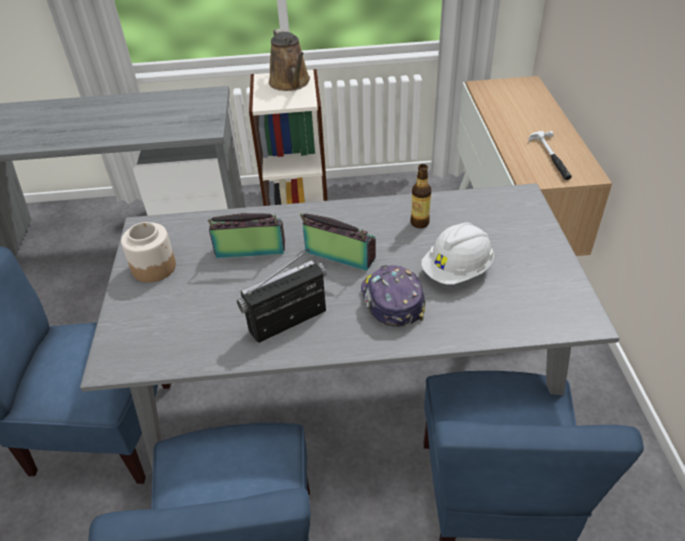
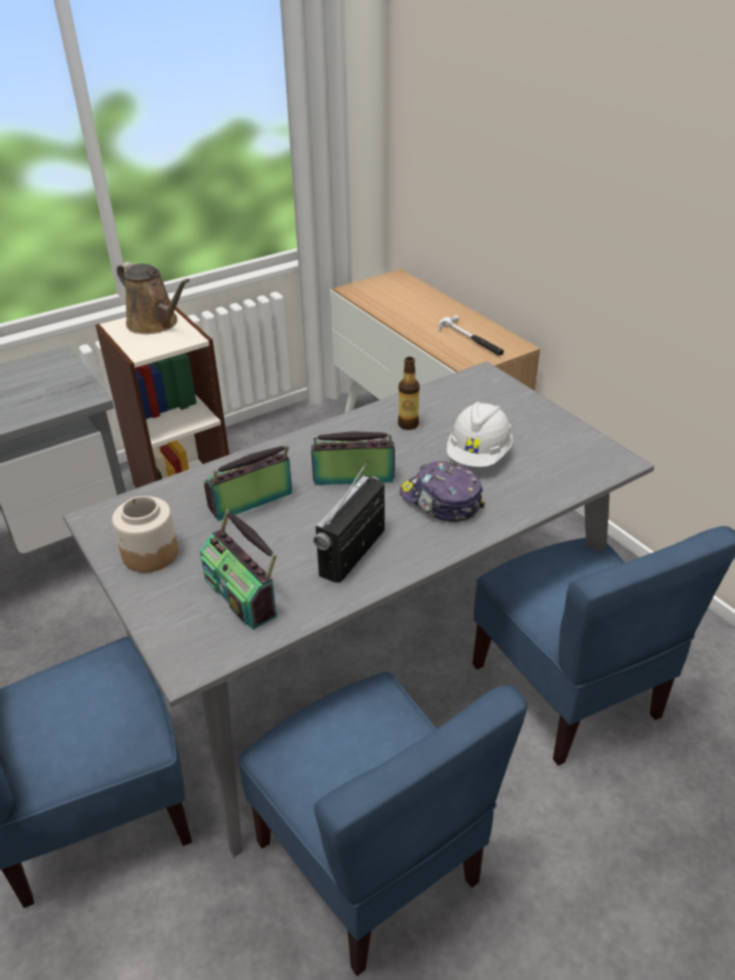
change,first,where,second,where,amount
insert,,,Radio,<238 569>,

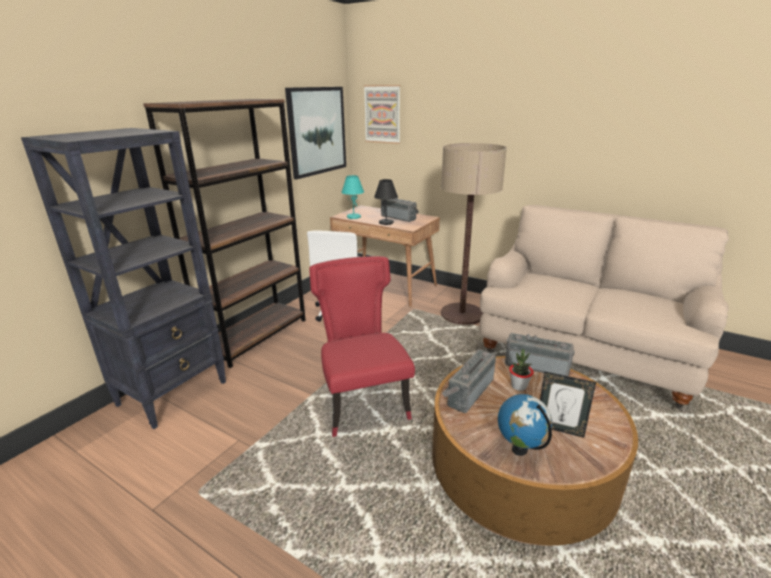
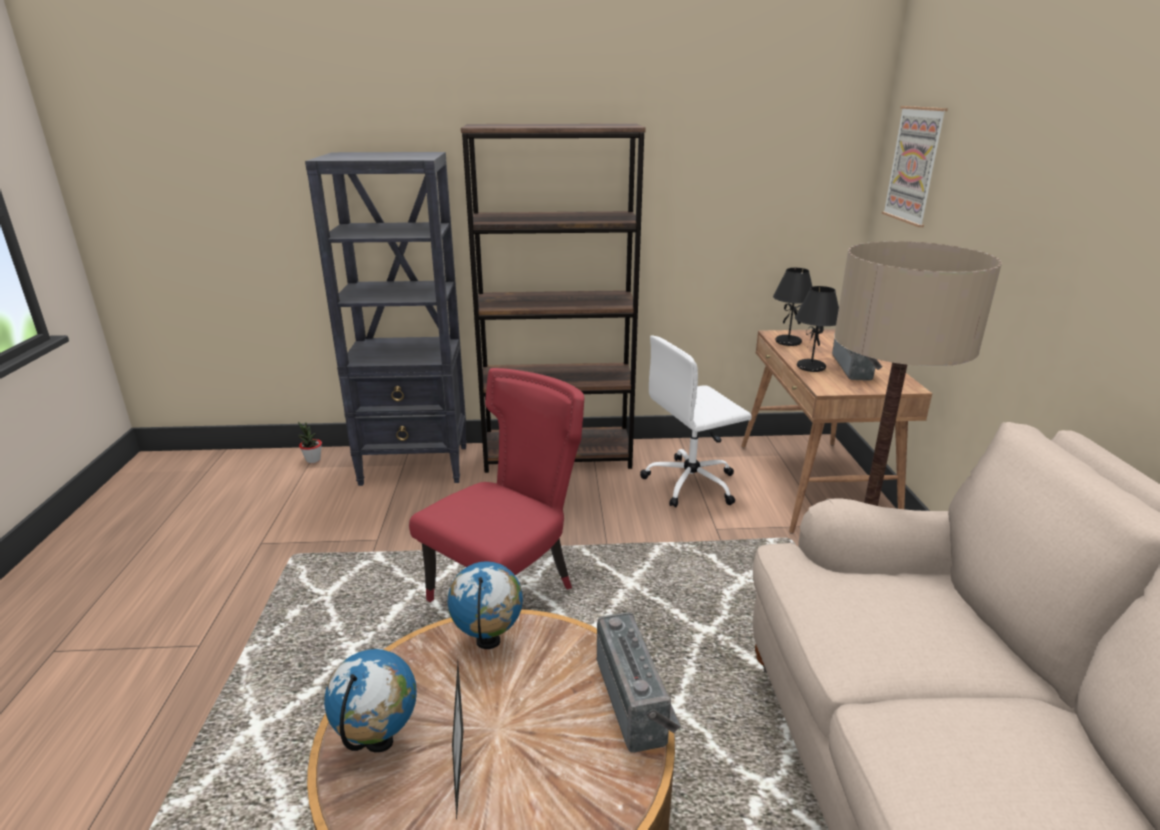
change,first,where,second,where,amount
delete,Bild,<315 133>,,,
move,Topfpflanze,<521 370>,,<310 442>,
replace,Radio,<469 381>,Globus,<485 605>,
recolor,Tischlampe (türkis),<352 197>,Tischlampe (schwarz),<793 307>,

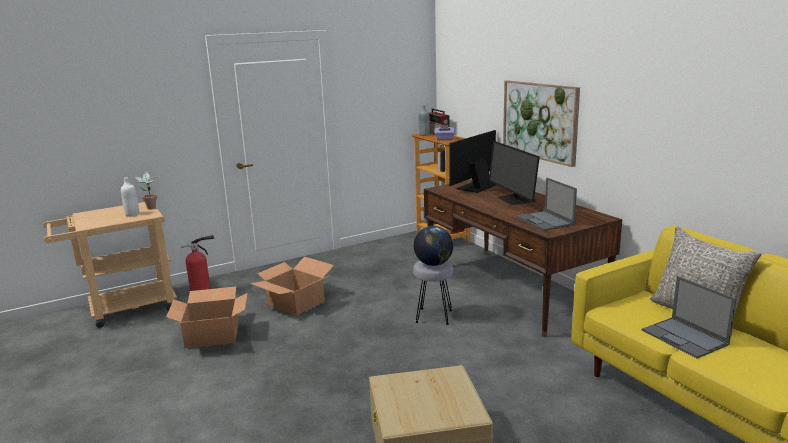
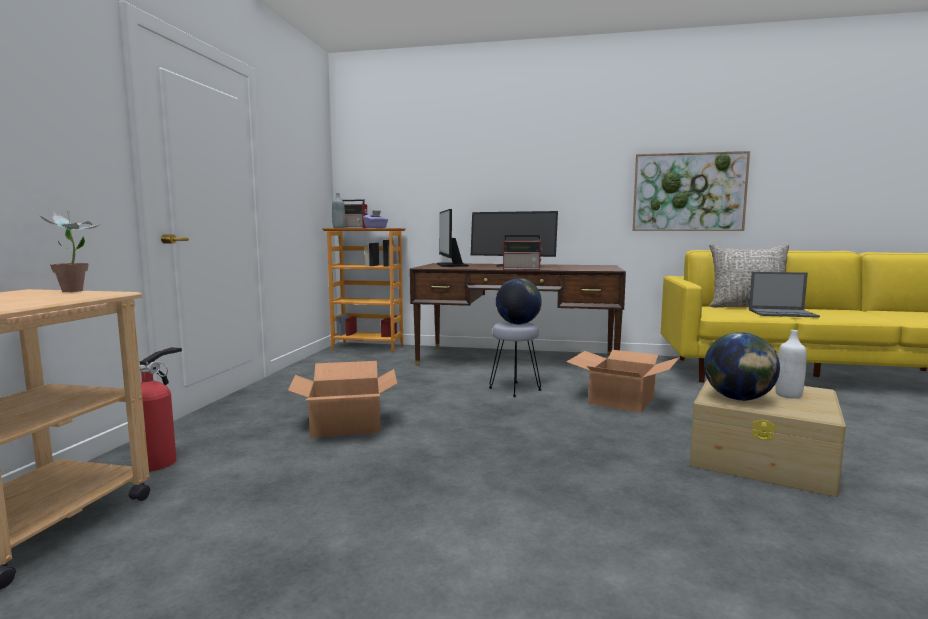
change,first,where,second,where,amount
delete,Laptop,<546 204>,,,
insert,,,Radio,<522 252>,
insert,,,Globus,<742 366>,
move,Flasche (weiß),<130 197>,,<791 364>,
move,Karton,<207 317>,,<623 381>,
move,Bild,<541 123>,,<691 191>,

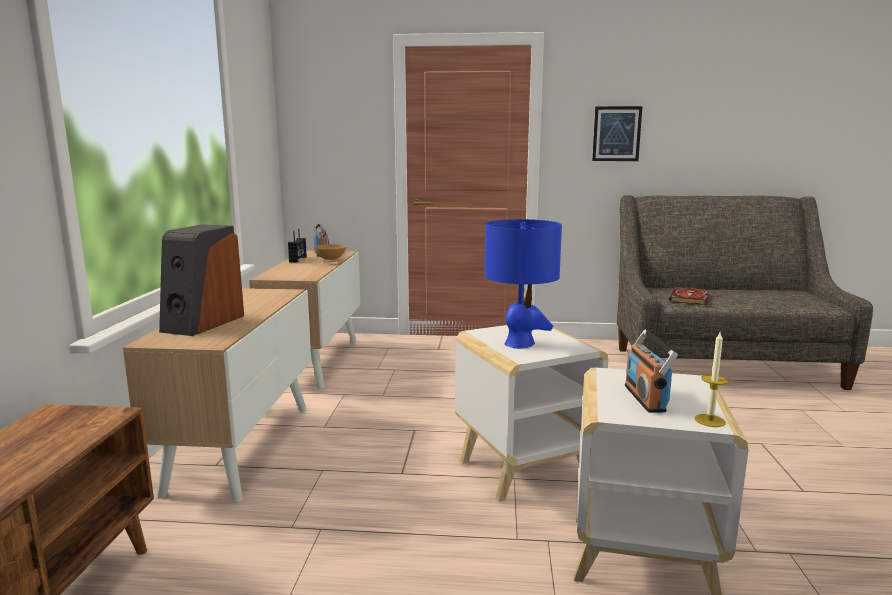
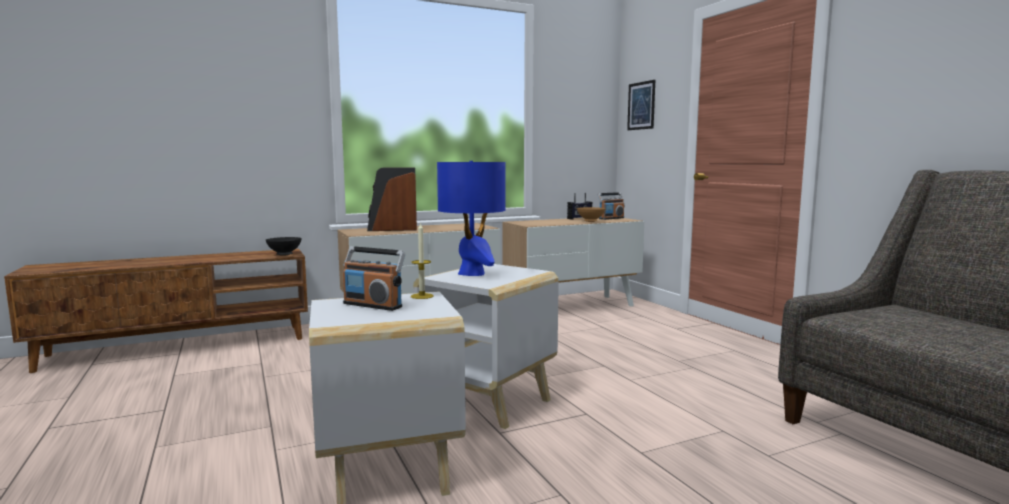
change,first,where,second,where,amount
delete,Buch,<688 296>,,,
insert,,,Schüssel (schwarz),<284 246>,
move,Bild,<617 133>,,<641 105>,
move,Kerze,<711 379>,,<422 260>,
rotate,Radio,<651 371>,,<374 278>,120 degrees counterclockwise

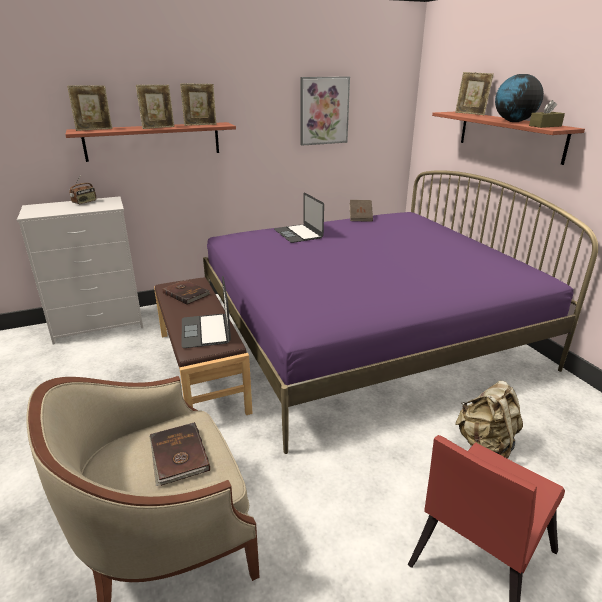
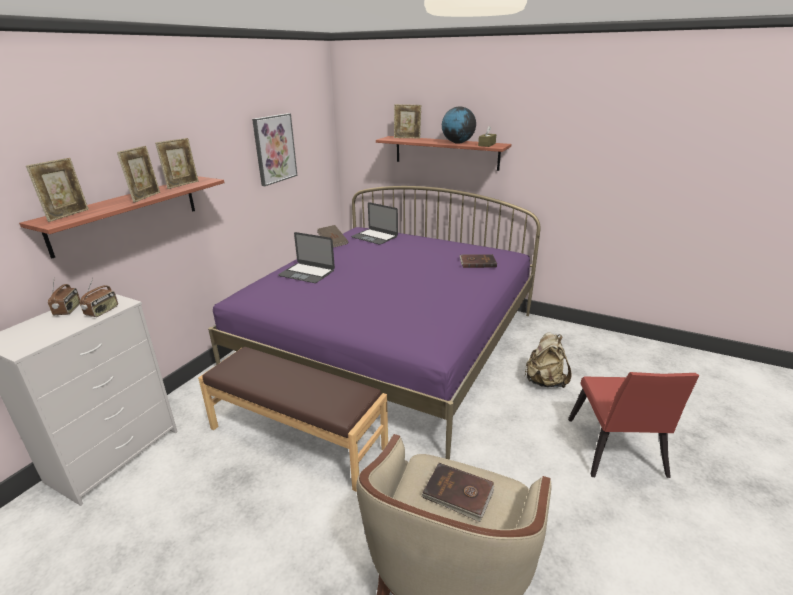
change,first,where,second,where,amount
insert,,,Radio,<99 297>,
move,Buch (braun),<186 292>,,<478 261>,
move,Laptop,<206 312>,,<374 223>,

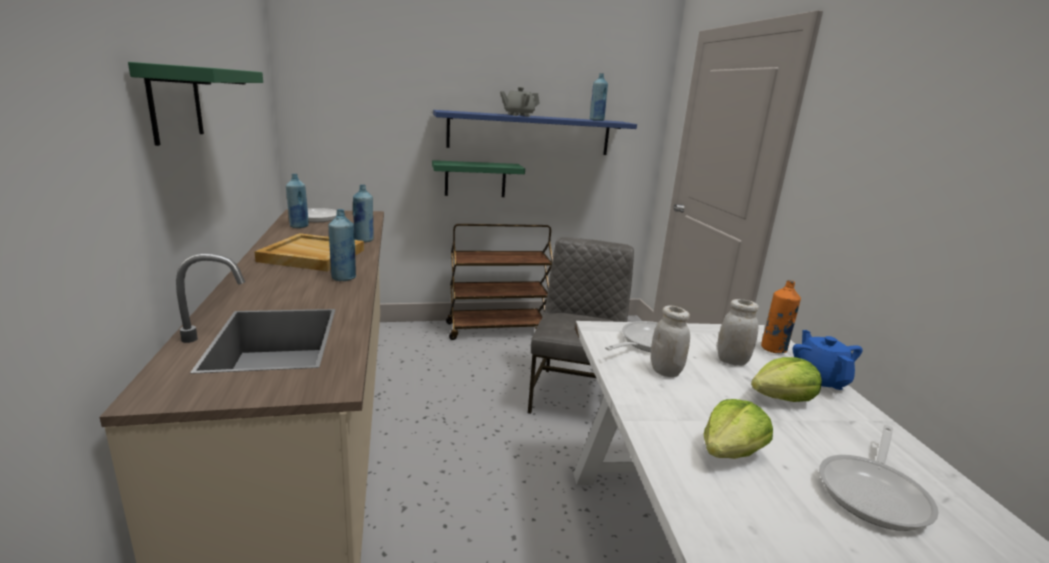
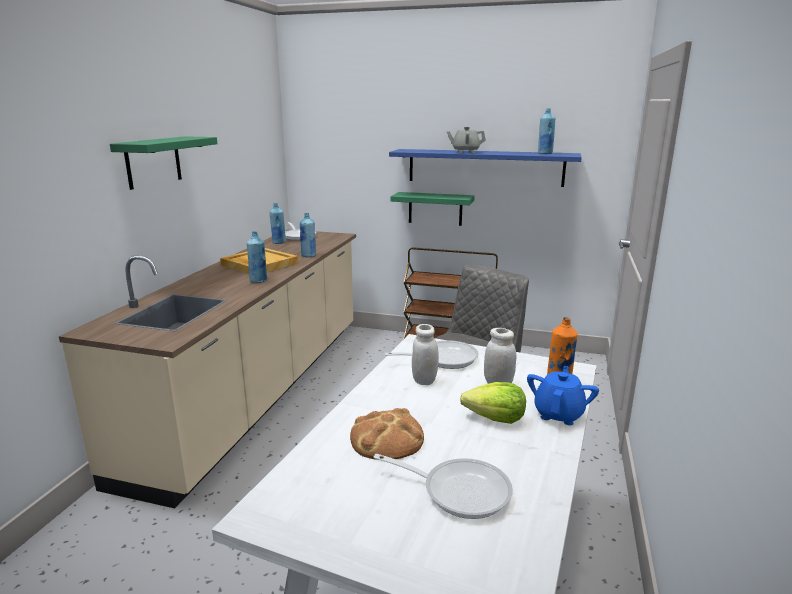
change,first,where,second,where,amount
replace,Salatkopf,<738 429>,Brot,<387 434>,
rotate,Pfanne,<879 478>,,<443 486>,135 degrees counterclockwise

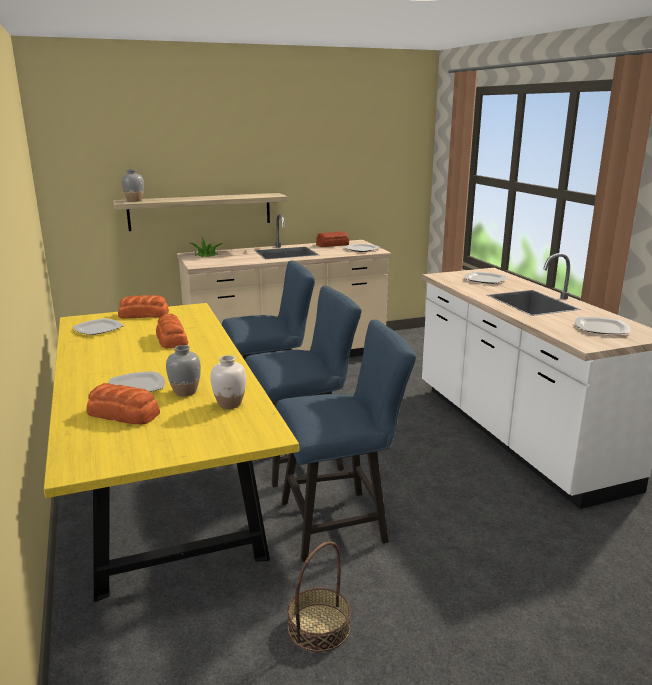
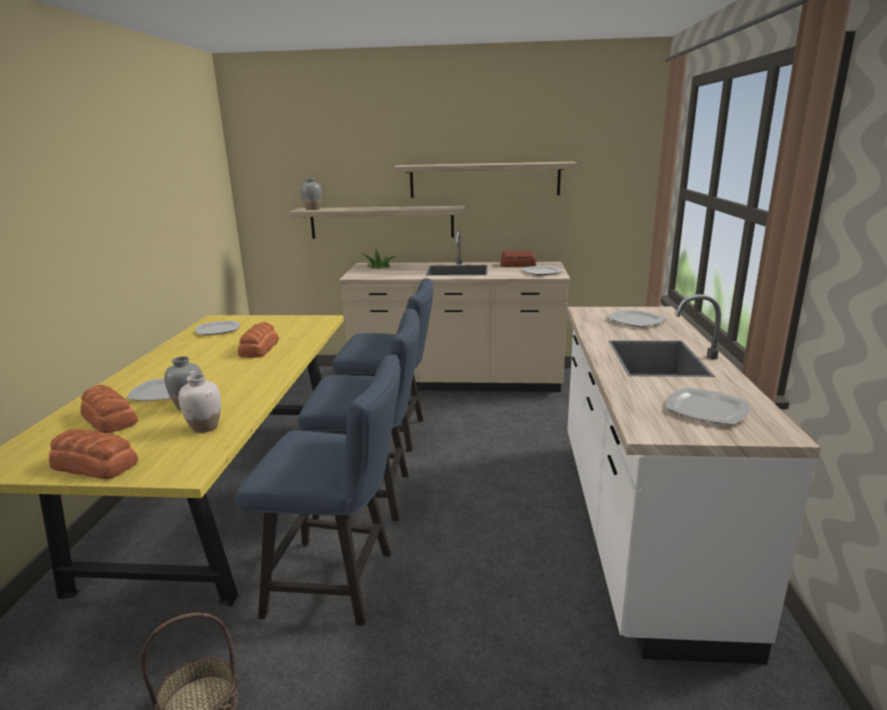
change,first,where,second,where,amount
insert,,,Wandregal,<485 180>,
move,Brot,<143 307>,,<93 454>,

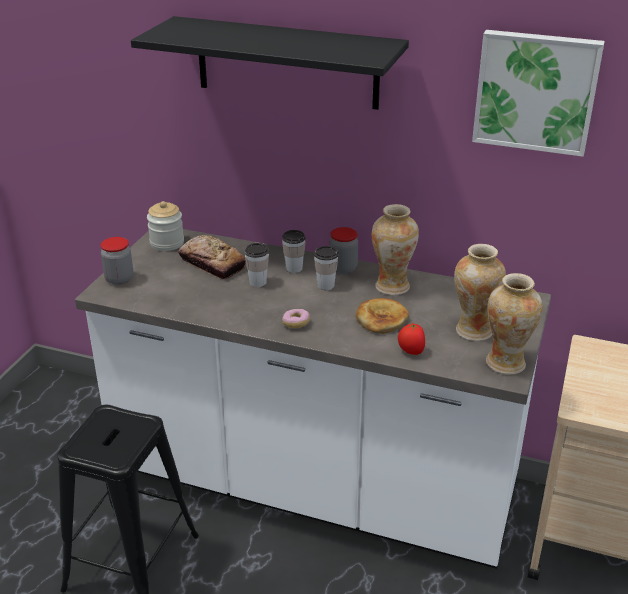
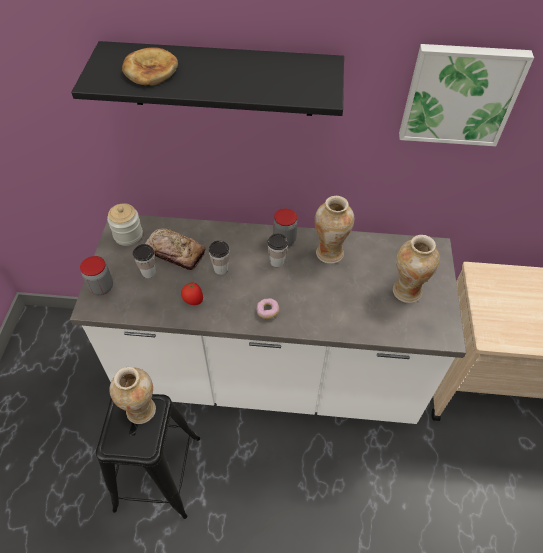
change,first,where,second,where,amount
move,Tasse,<294 251>,,<144 261>,
move,Brot,<382 316>,,<150 66>,
move,Tomate,<411 339>,,<192 294>,
move,Vase,<514 324>,,<132 395>,

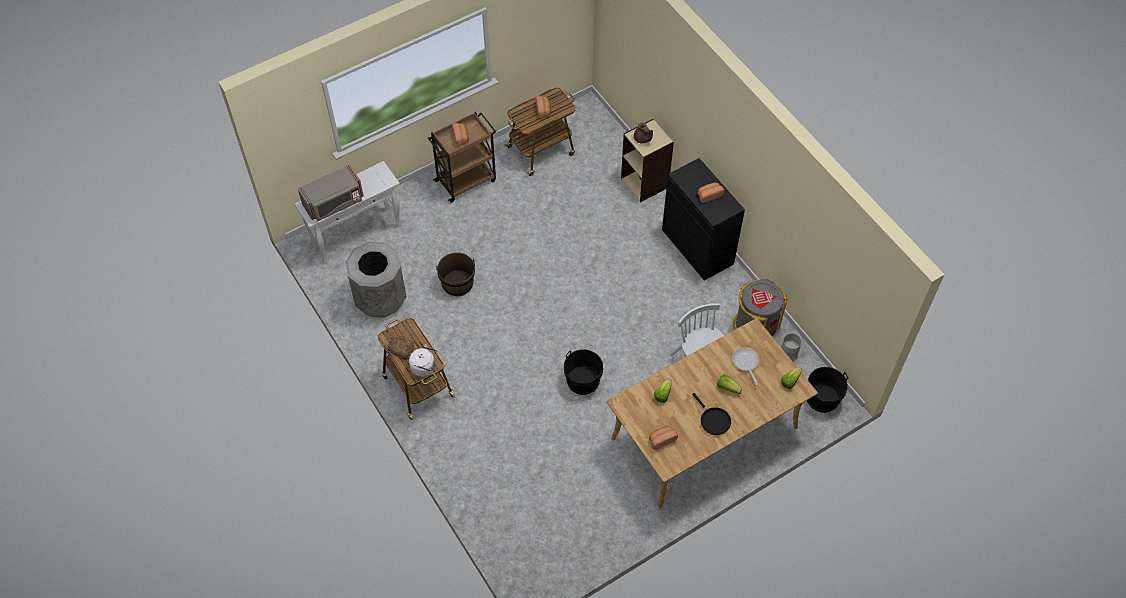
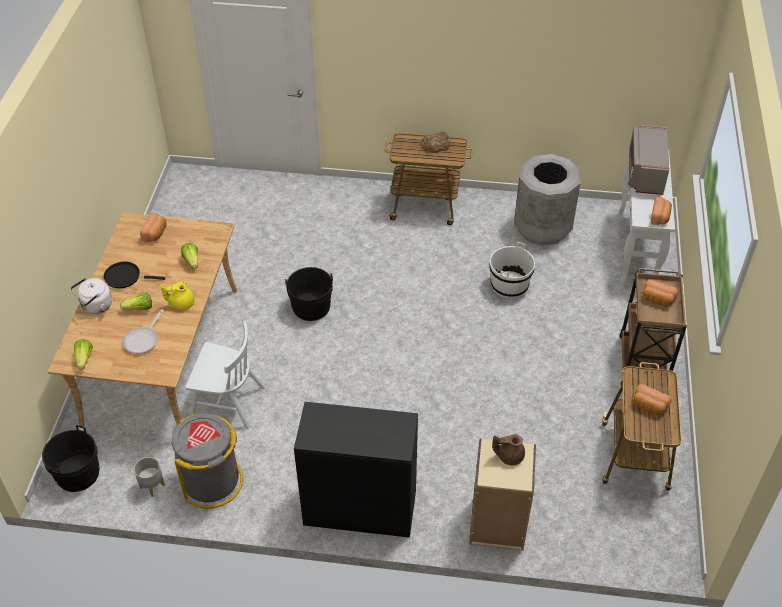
change,first,where,second,where,amount
insert,,,Teekanne (gelb),<178 295>,
move,Wasserkessel (weiß),<423 360>,,<91 296>,
move,Brot,<711 192>,,<661 211>,
recolor,Eimer (braun),<455 274>,Eimer (weiß),<512 270>,
rotate,Pfanne,<745 366>,,<143 332>,90 degrees clockwise

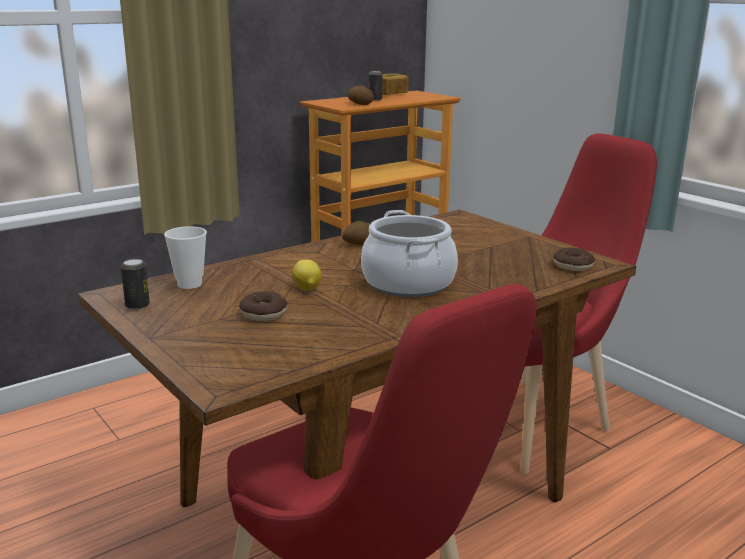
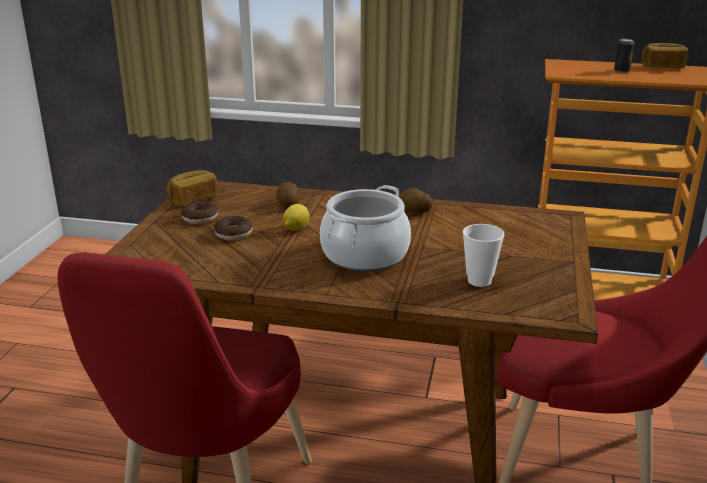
change,first,where,second,where,amount
move,Tasse,<185 257>,,<483 255>,
move,Kartoffel,<360 95>,,<288 195>,
move,Donut,<574 259>,,<199 212>,
replace,Dose,<135 284>,Brot,<191 187>,

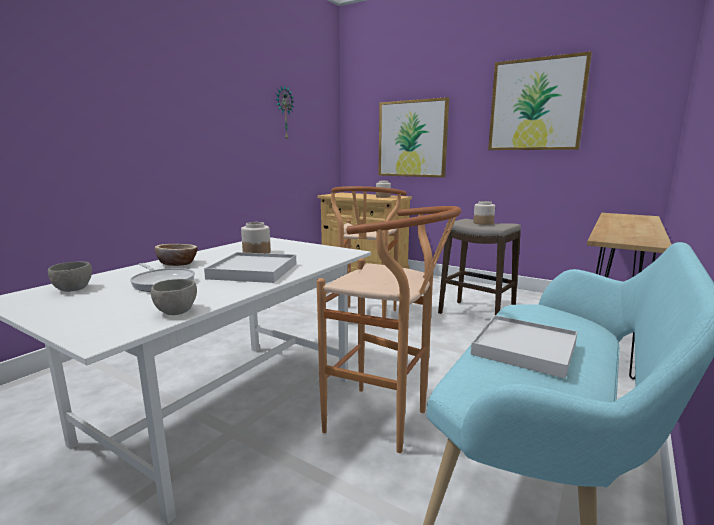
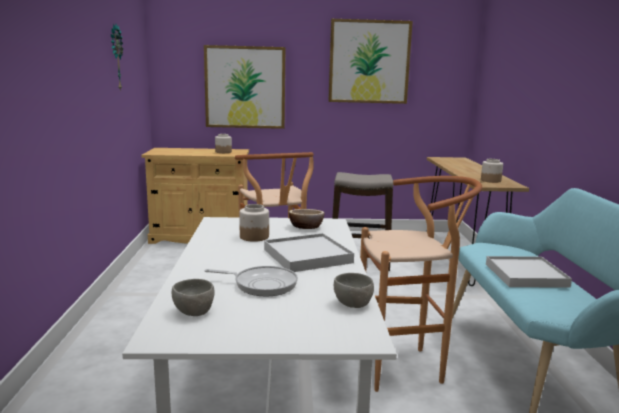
change,first,where,second,where,amount
move,Schüssel,<176 255>,,<306 219>,
move,Vorratsglas,<484 213>,,<492 171>,

